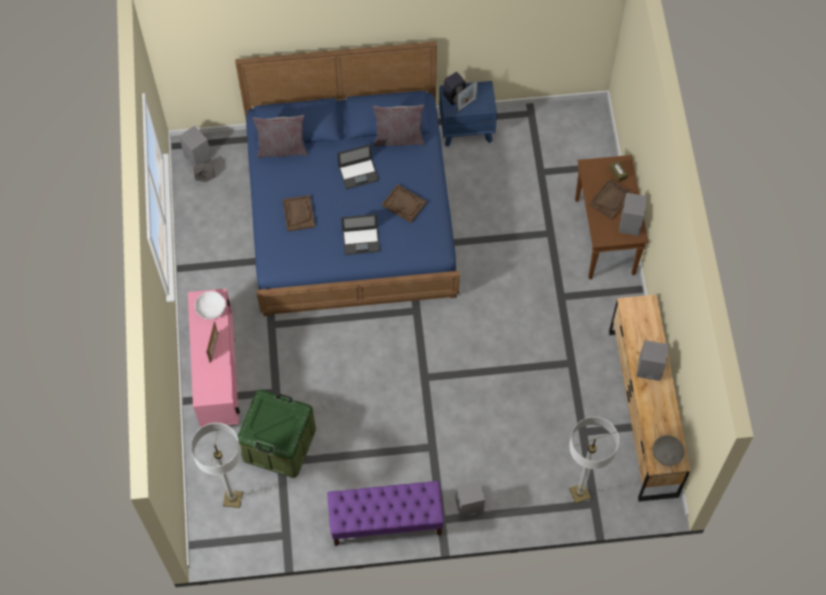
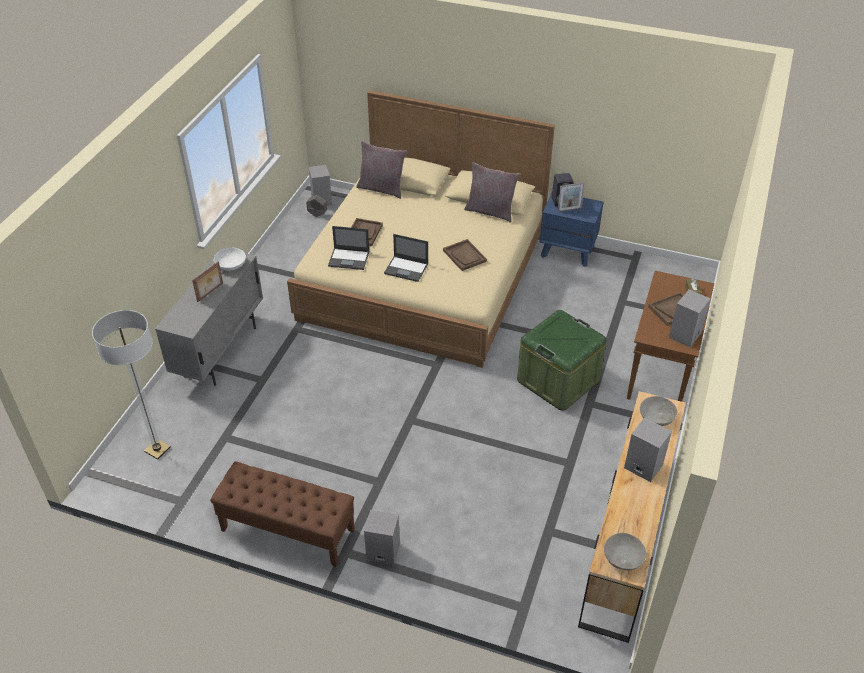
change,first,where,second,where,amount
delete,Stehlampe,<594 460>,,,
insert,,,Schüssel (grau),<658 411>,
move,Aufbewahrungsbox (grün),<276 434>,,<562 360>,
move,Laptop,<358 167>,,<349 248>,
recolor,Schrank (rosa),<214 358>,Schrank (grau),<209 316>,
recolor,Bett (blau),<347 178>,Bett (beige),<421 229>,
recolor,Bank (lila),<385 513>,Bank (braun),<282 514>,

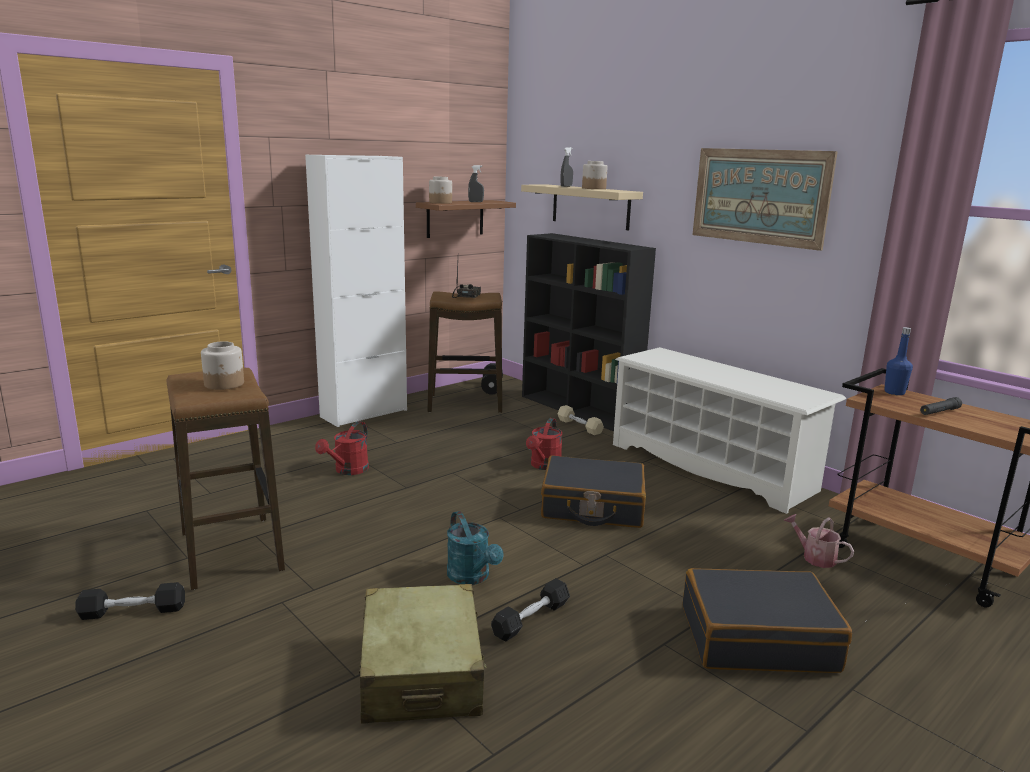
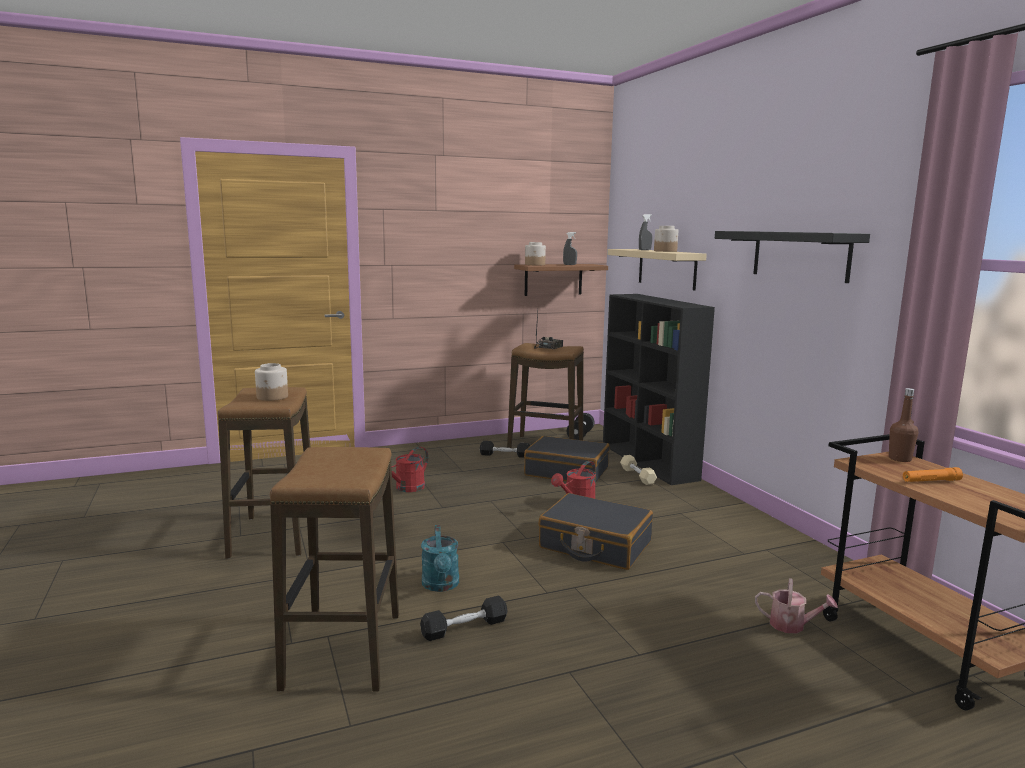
change,first,where,second,where,amount
delete,Schrank (weiß),<356 291>,,,
delete,Schuhregal (weiß),<729 430>,,,
move,Hantel (schwarz),<130 601>,,<505 449>,
move,Koffer (schwarz),<767 620>,,<567 459>,
replace,Koffer (beige),<422 654>,Hocker,<334 569>,
replace,Bild,<765 199>,Wandregal (schwarz),<792 257>,
recolor,Flasche (blau),<898 361>,Flasche (braun),<903 425>,
recolor,Taschenlampe (schwarz),<941 406>,Taschenlampe (orange),<933 474>,
rotate,Gießkanne,<819 541>,,<796 606>,135 degrees clockwise

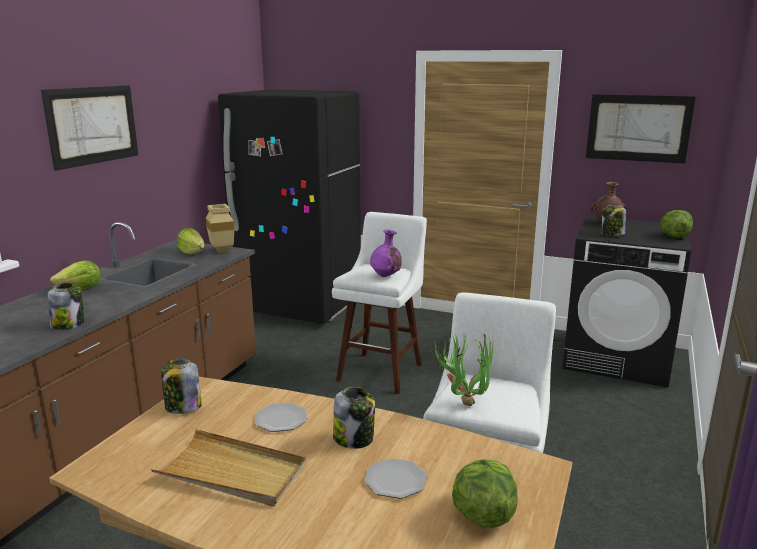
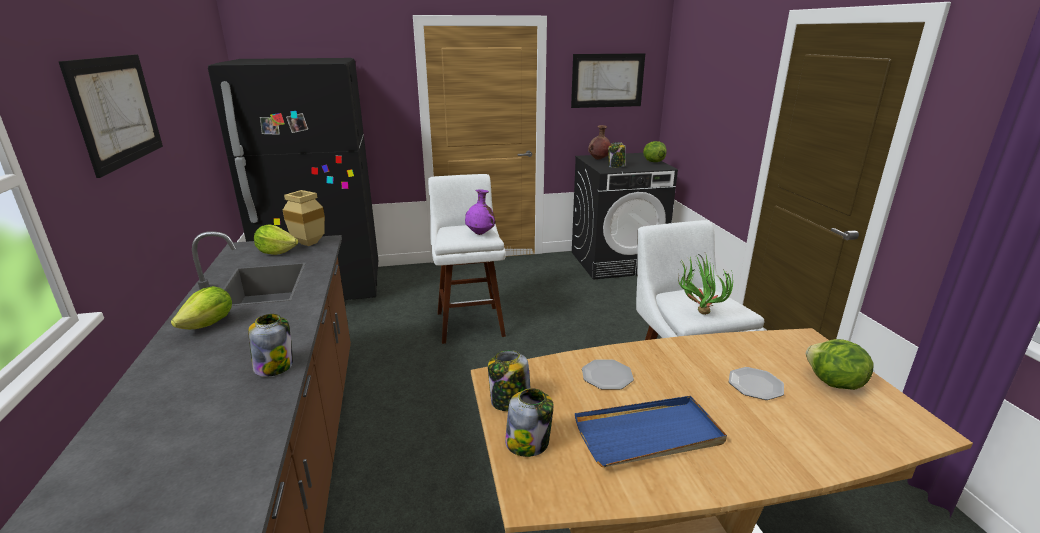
change,first,where,second,where,amount
move,Vorratsglas,<354 418>,,<529 422>,
recolor,Tablett (beige),<228 467>,Tablett (blau),<651 431>,

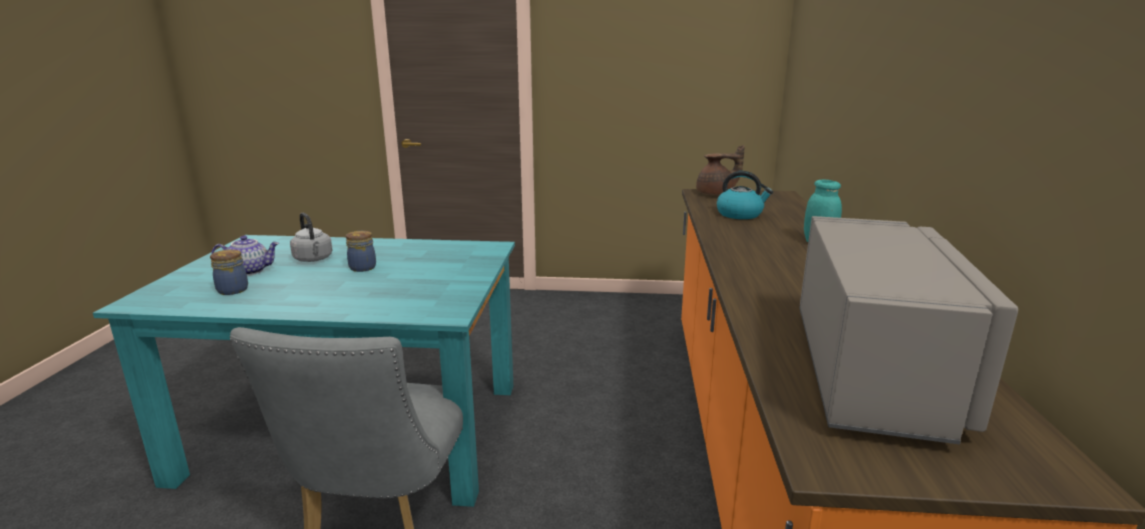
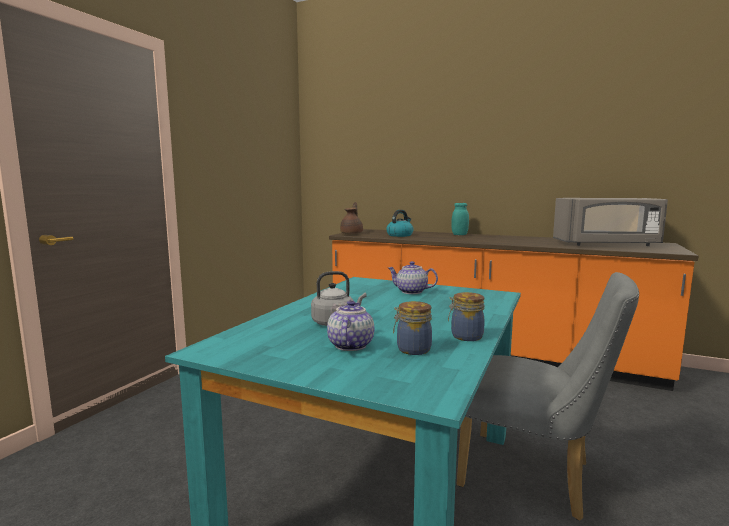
change,first,where,second,where,amount
insert,,,Teekanne,<413 277>,
move,Vorratsglas,<361 251>,,<466 316>,
rotate,Mikrowelle (grau),<908 330>,,<610 222>,150 degrees clockwise

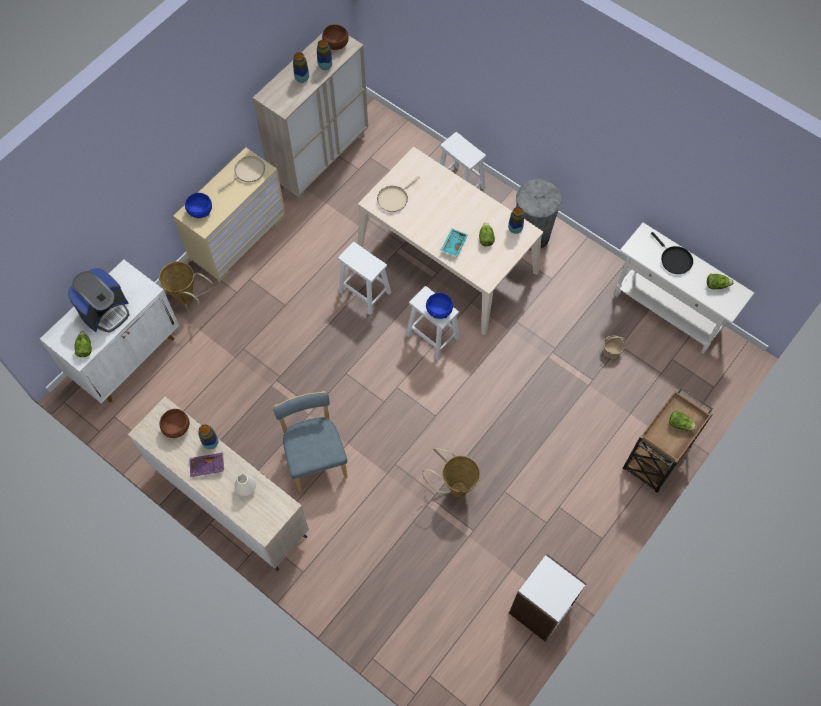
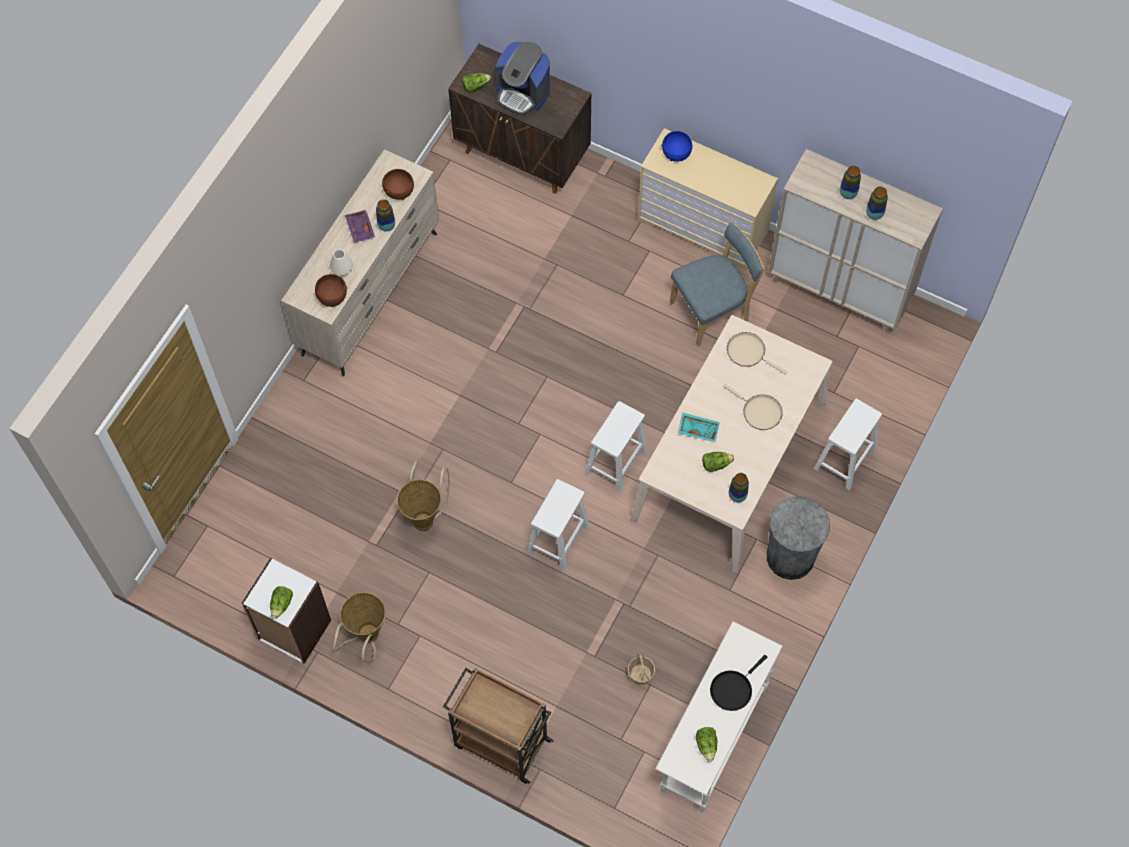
change,first,where,second,where,amount
delete,Schüssel (blau),<439 306>,,,
move,Korb,<186 286>,,<359 627>,
move,Pfanne (beige),<242 173>,,<753 407>,
move,Stuhl (blau),<310 441>,,<717 284>,
move,Schüssel (braun),<335 37>,,<331 290>,
move,Hocker (weiß),<364 278>,,<558 524>,
move,Salatkopf,<683 421>,,<281 602>,
recolor,Schrank (weiß),<109 331>,Schrank (braun),<519 119>,

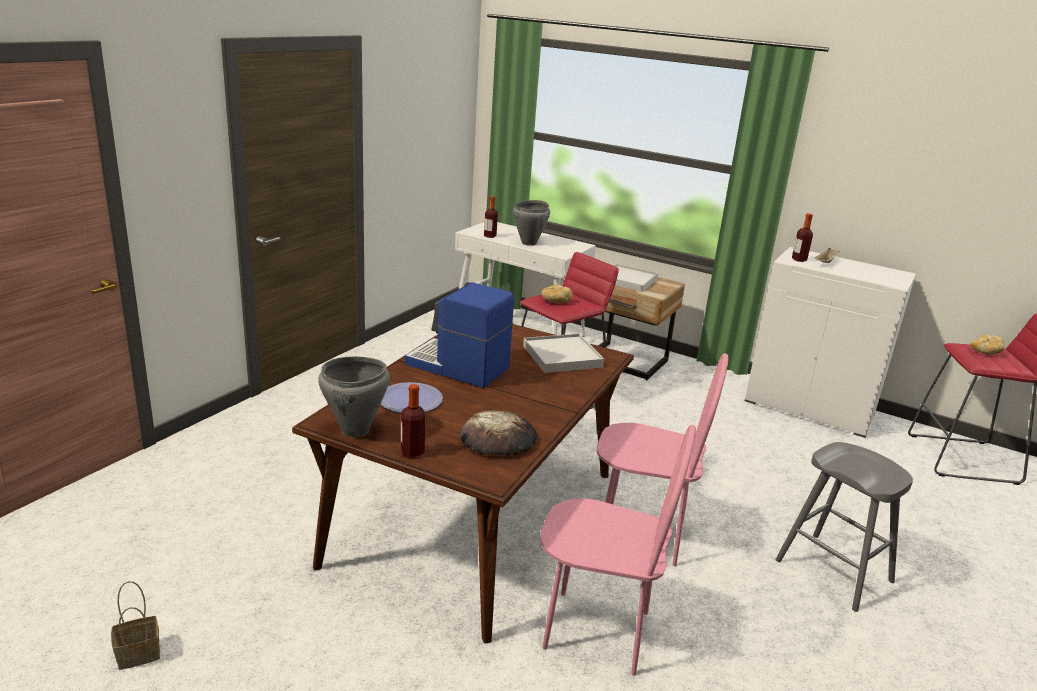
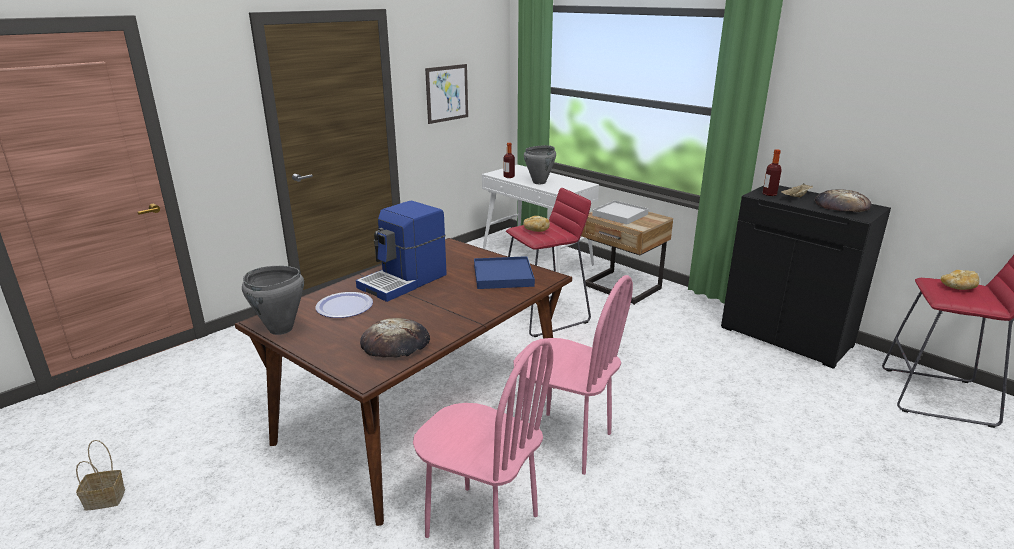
change,first,where,second,where,amount
delete,Flasche,<413 421>,,,
delete,Hocker (grau),<844 527>,,,
insert,,,Bild,<446 94>,
insert,,,Brot,<843 200>,
recolor,Tablett (weiß),<563 353>,Tablett (blau),<504 272>,
recolor,Schrank (weiß),<830 342>,Schrank (schwarz),<806 277>,
rotate,Kaffeemaschine,<459 335>,,<401 251>,90 degrees counterclockwise

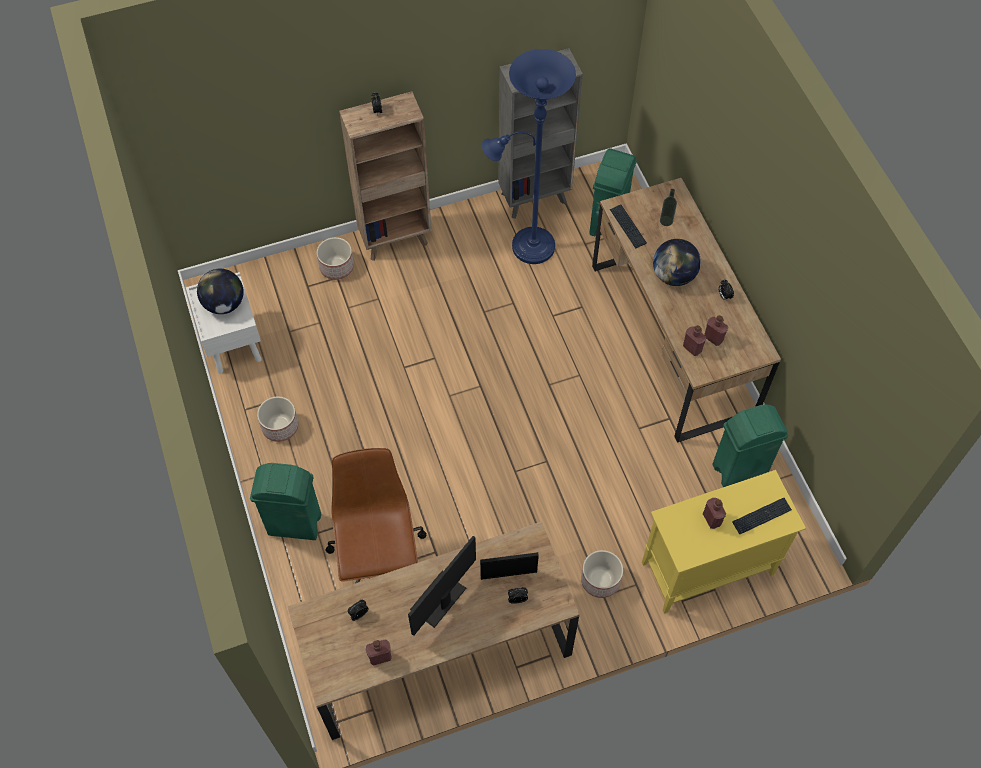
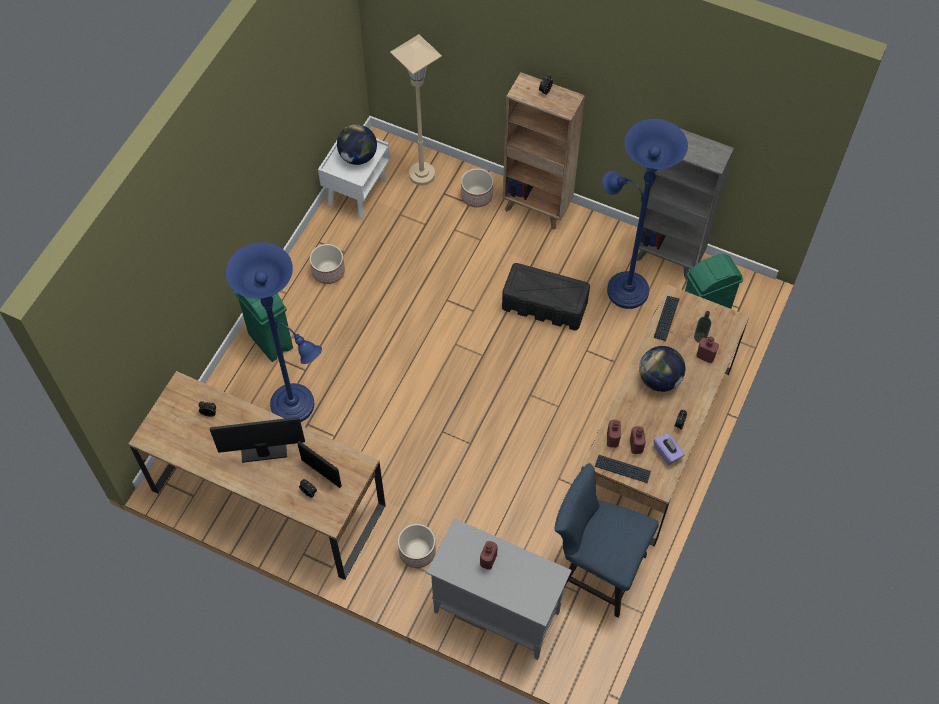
change,first,where,second,where,amount
insert,,,Stehlampe (beige),<416 109>,
insert,,,Aufbewahrungsbox (schwarz),<546 296>,
insert,,,Taschentuchbox (lila),<669 449>,
move,Flasche (rot),<379 652>,,<707 349>,
move,Tastatur,<762 516>,,<623 469>,
replace,Bürostuhl (braun),<376 515>,Stehlampe (blau),<274 332>,
replace,Mülleimer (grün),<750 445>,Stuhl (blau),<607 540>,
recolor,Schrank (gelb),<724 542>,Schrank (grau),<499 589>,

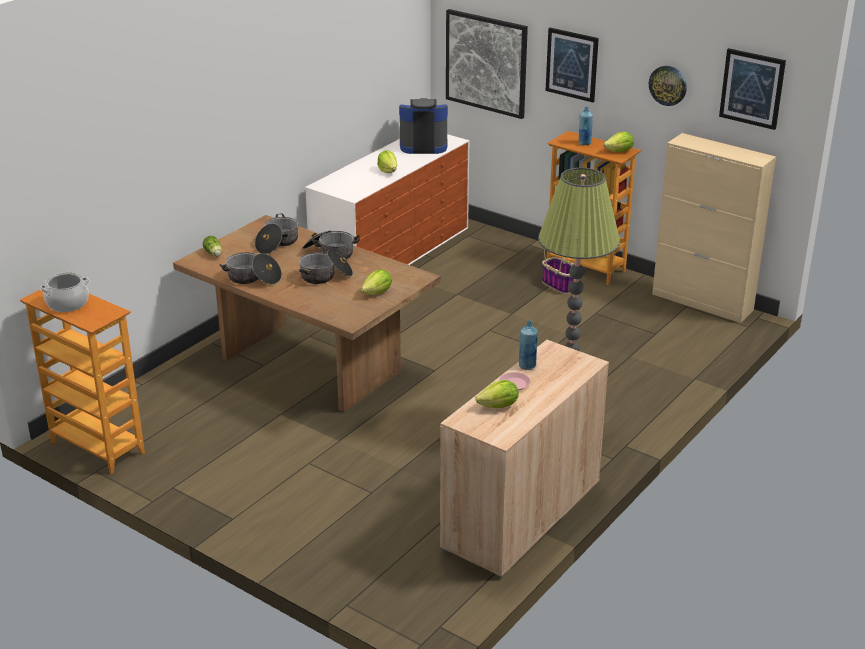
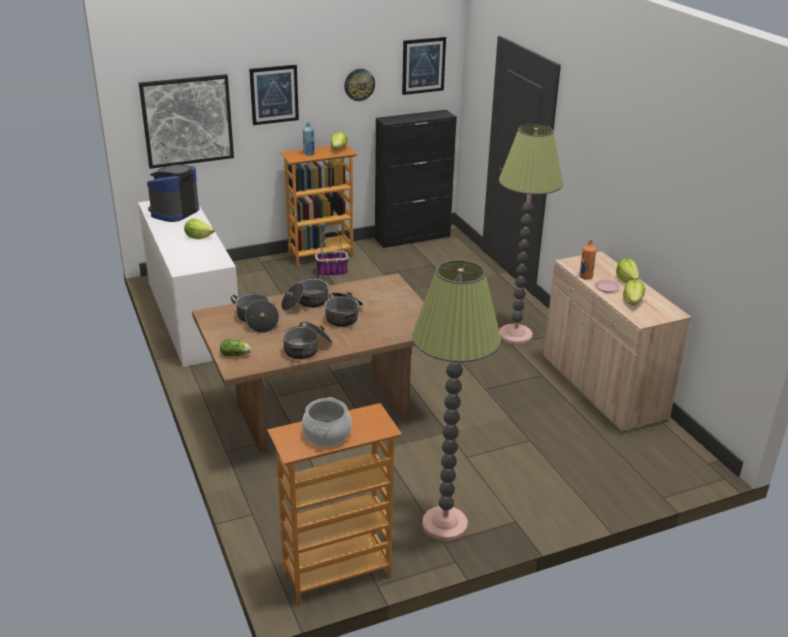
change,first,where,second,where,amount
insert,,,Stehlampe,<456 400>,
move,Salatkopf,<376 282>,,<627 270>,
recolor,Flasche (blau),<528 345>,Flasche (orange),<588 260>,
recolor,Schrank (beige),<714 228>,Schrank (schwarz),<416 179>,

